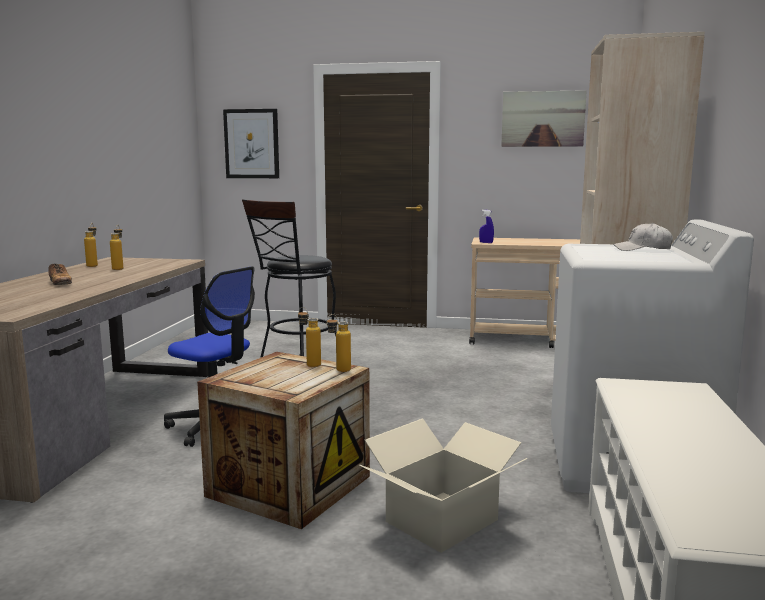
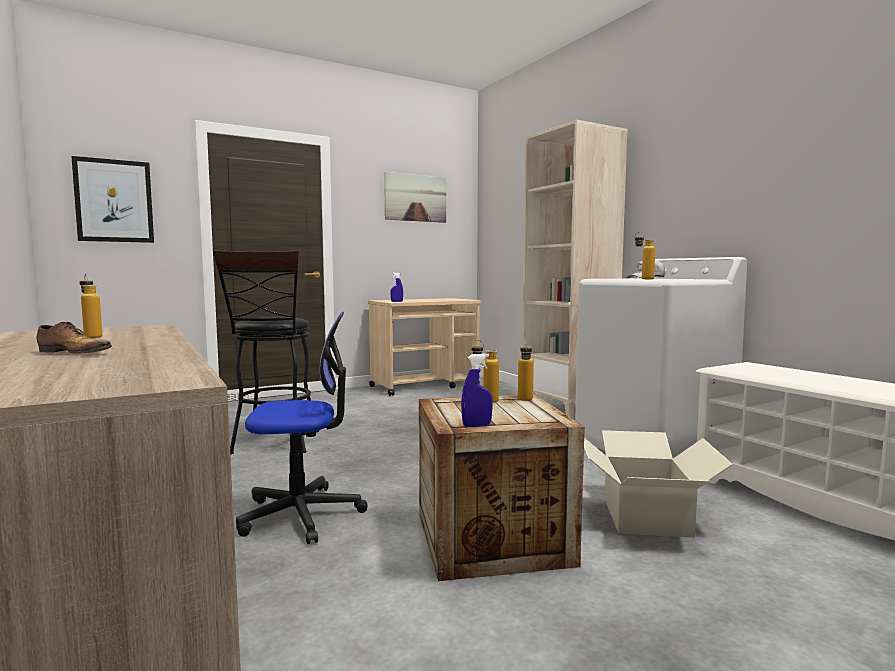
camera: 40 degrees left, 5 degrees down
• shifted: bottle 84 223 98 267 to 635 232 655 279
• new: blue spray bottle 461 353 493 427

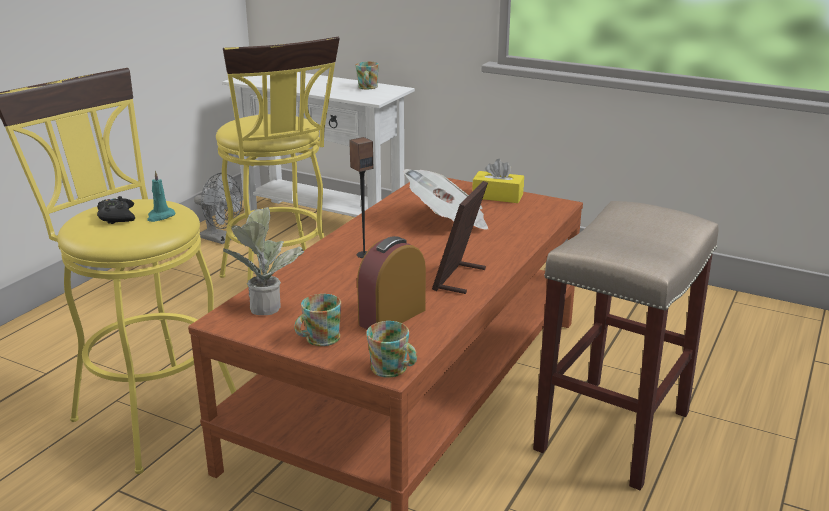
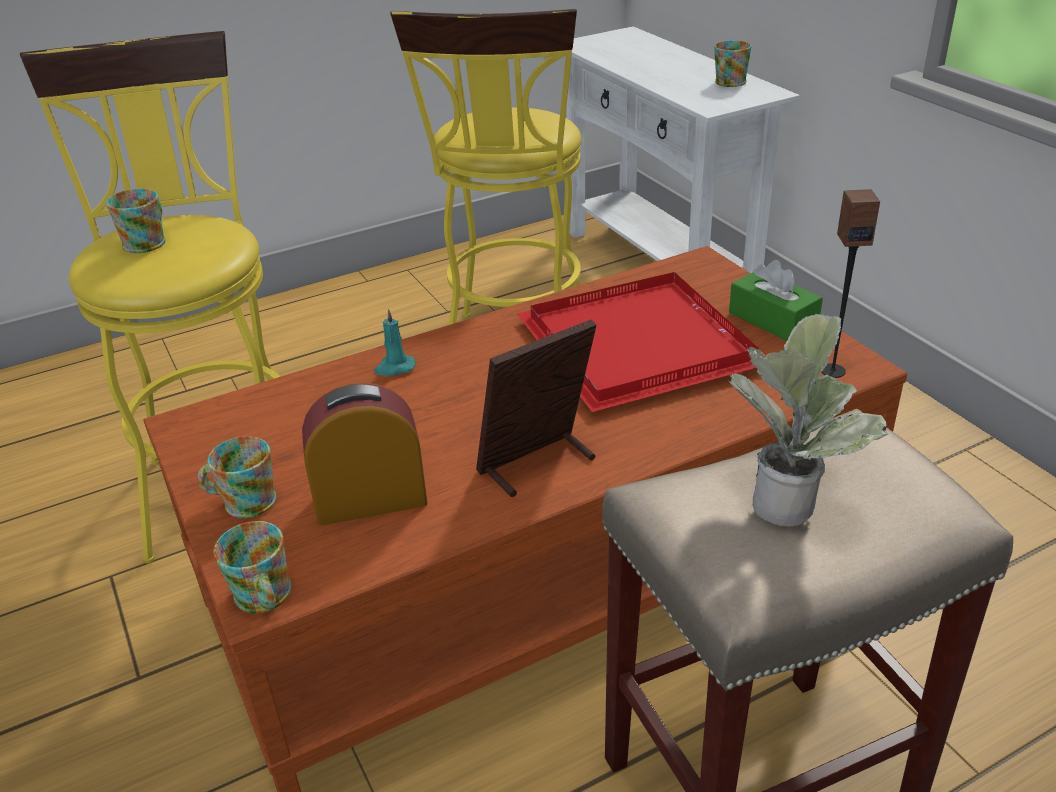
camera: 35 degrees right, 10 degrees up
• swapped: black game controller 97 196 135 224 to mug 106 189 166 253
• shifted: turquoise candle 147 171 175 222 to 374 309 416 376
• gone: grey fan 194 173 242 244
• shifted: potted plant 223 207 304 315 to 729 314 888 526
• shifted: speaker 349 137 373 258 to 821 189 880 378
• swapped: newspaper 404 169 488 230 to red tray 517 272 766 412
• repainted: yellow tissue box 472 159 524 203 to green tissue box 729 260 823 341

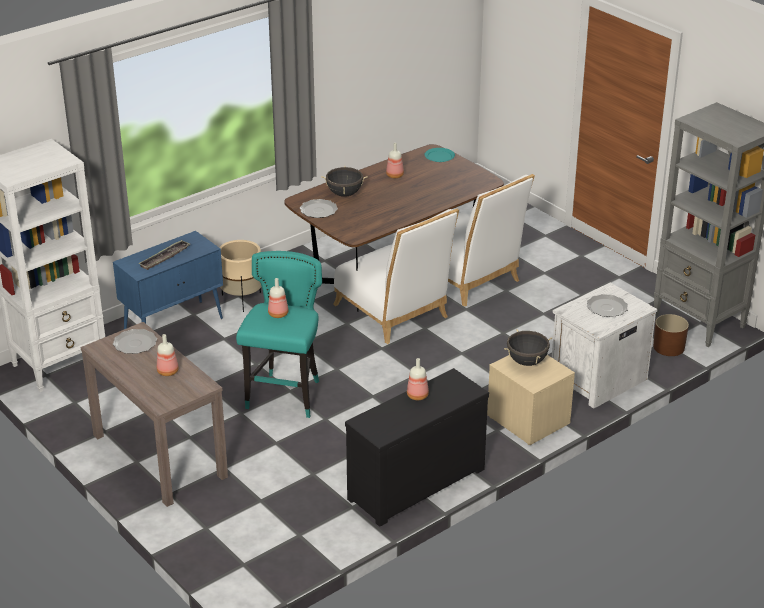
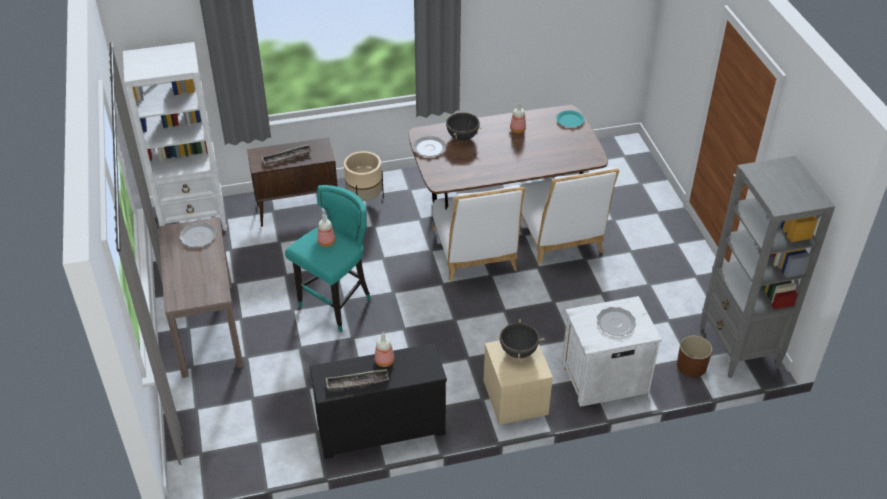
camera: 25 degrees right, 10 degrees up
• repainted: blue cabinet 113 231 223 329 to brown cabinet 247 137 338 227
• gone: bottle 157 334 179 376
• new: tray 326 369 389 390

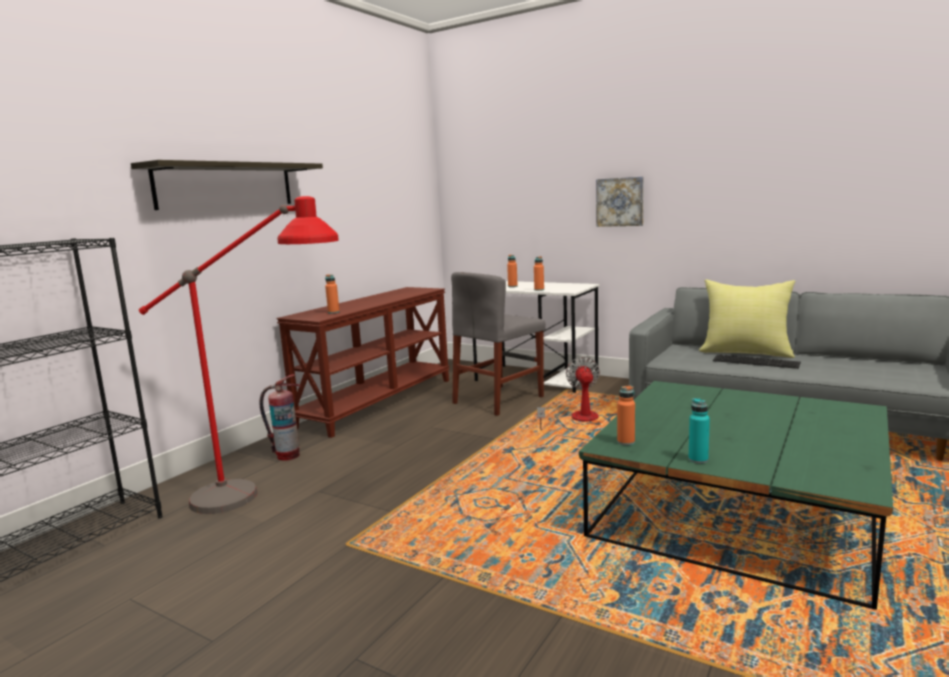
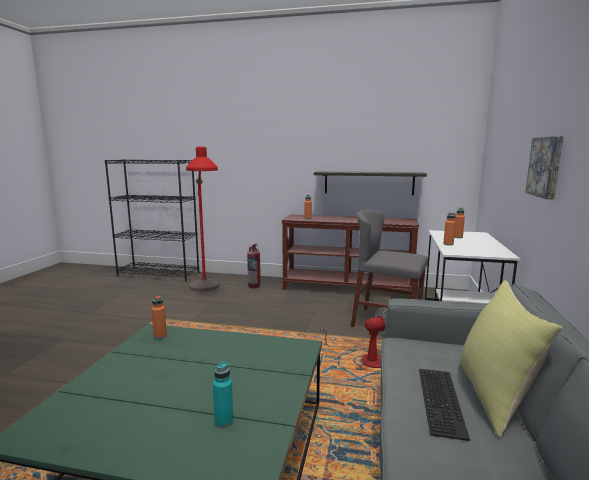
camera: 70 degrees right, 0 degrees up
• shifted: shelf 131 160 323 210 to 314 171 427 195
• shifted: turquoise bottle 688 398 710 464 to 213 362 233 428

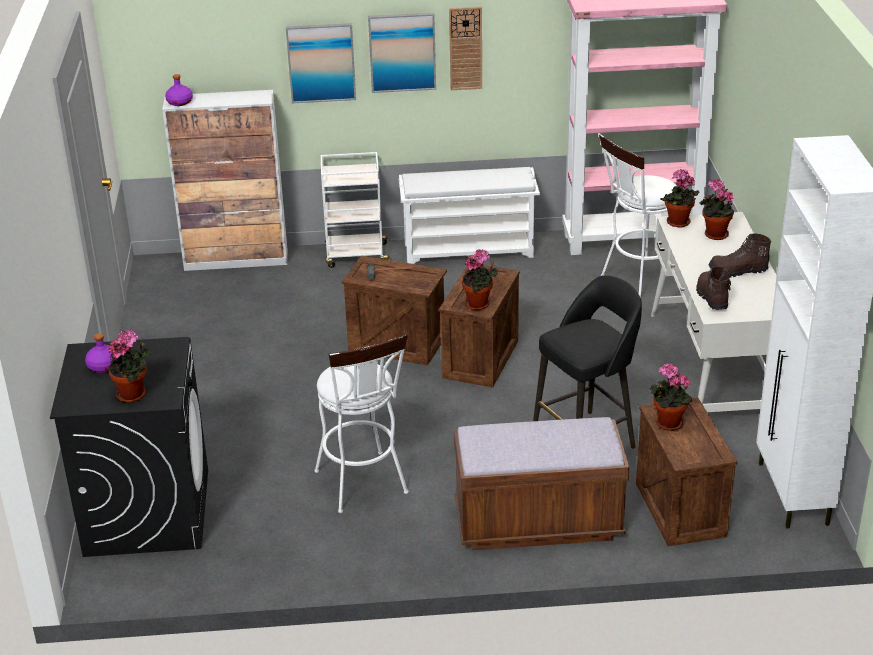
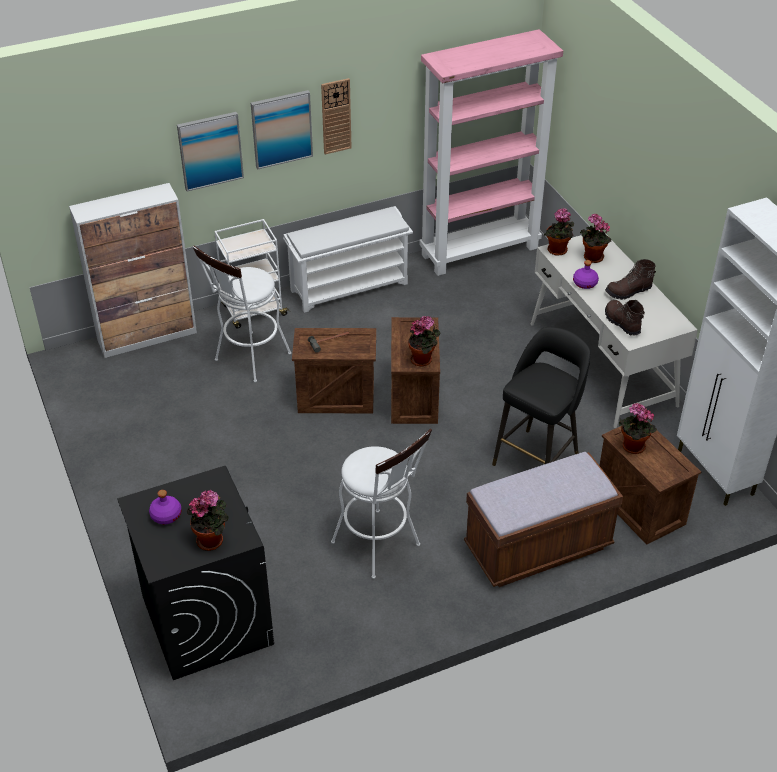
camera: 20 degrees left, 10 degrees up
• shifted: purple bottle 165 74 193 106 to 573 260 599 289
• shifted: white stool 599 134 677 298 to 193 246 291 382

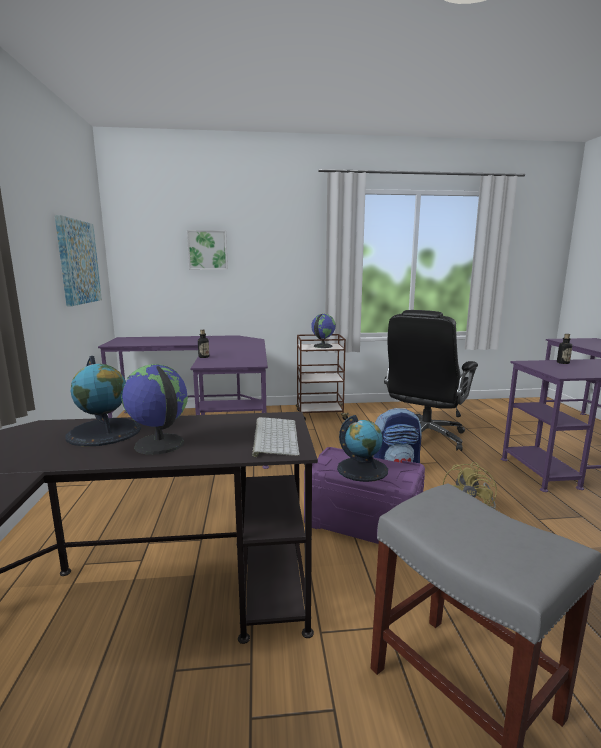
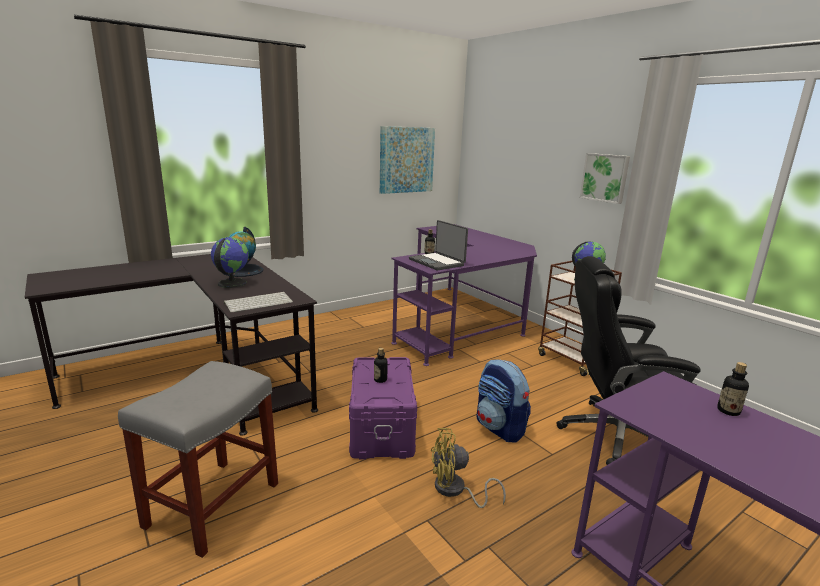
camera: 60 degrees right, 5 degrees up
• shifted: picture 187 230 228 270 to 580 153 630 204
• swapped: globe 337 415 388 482 to bottle 374 348 388 383
• new: laptop 409 220 468 270

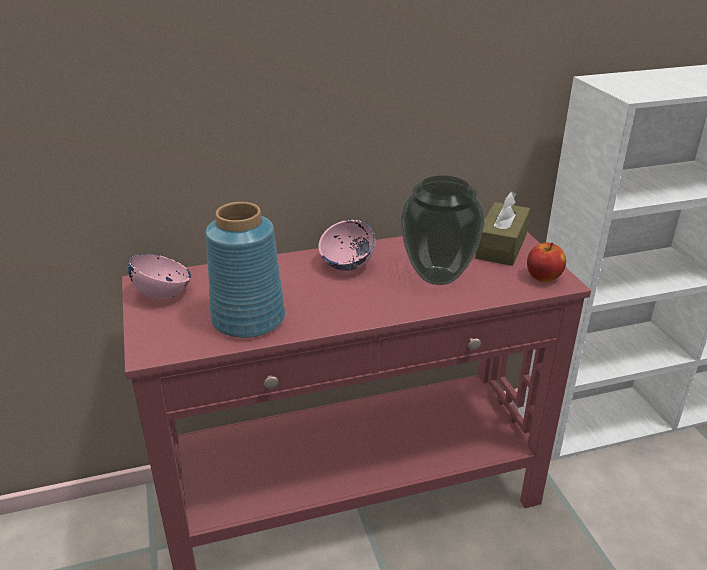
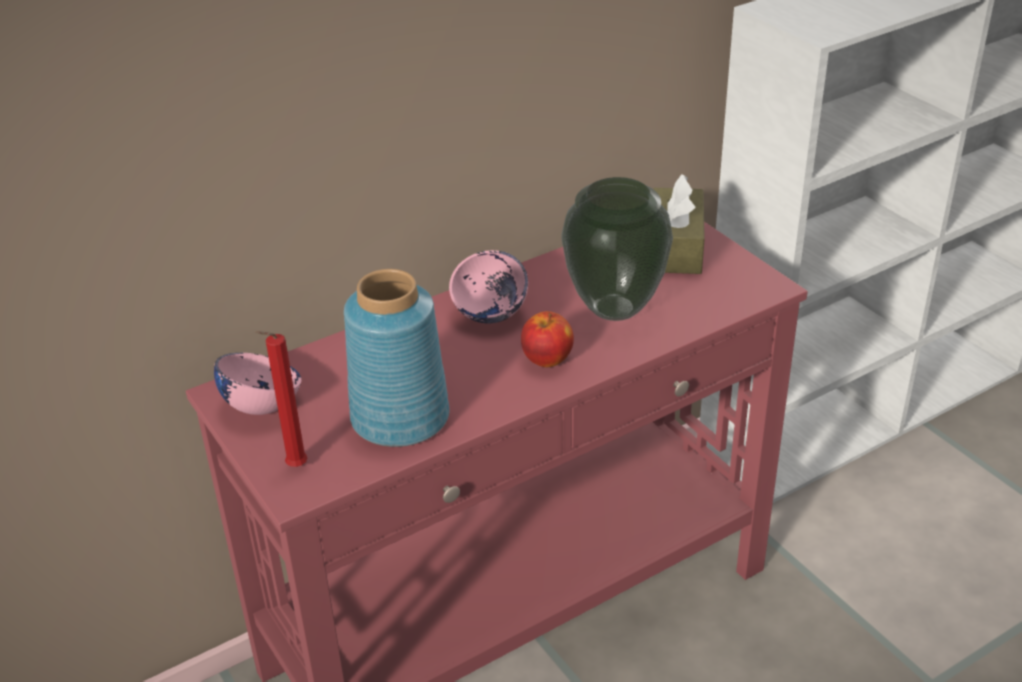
camera: 15 degrees left, 5 degrees up
• shifted: apple 527 242 566 282 to 521 311 574 367
• new: red candle 255 331 307 467

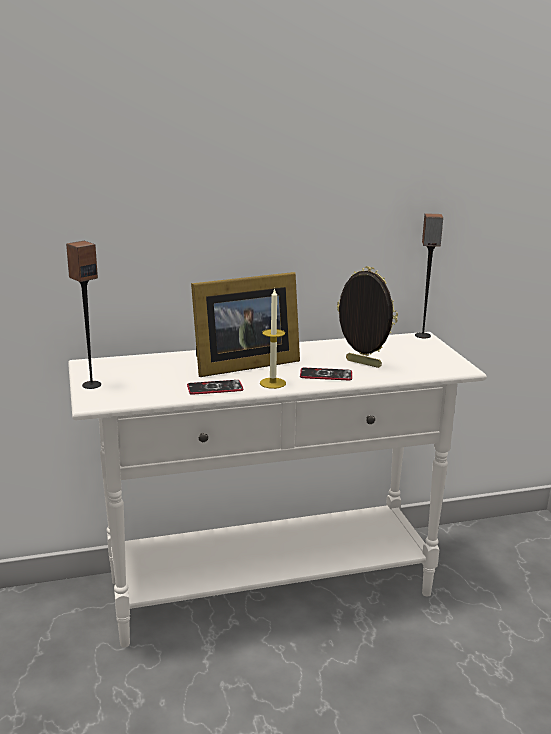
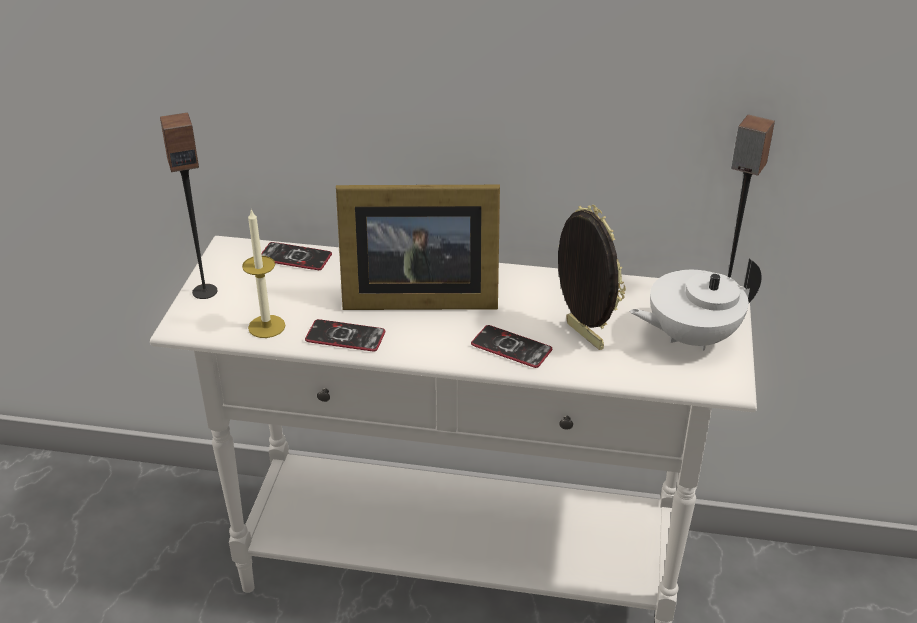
camera: 25 degrees right, 15 degrees up
• shifted: candle 260 288 286 389 to 242 208 286 338
• new: phone 261 242 332 270
• new: white teapot 630 258 762 351

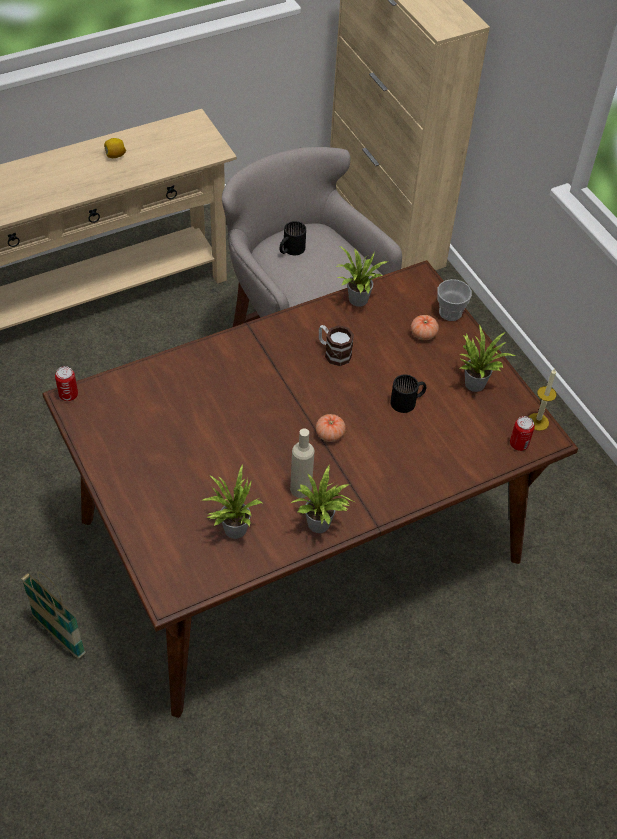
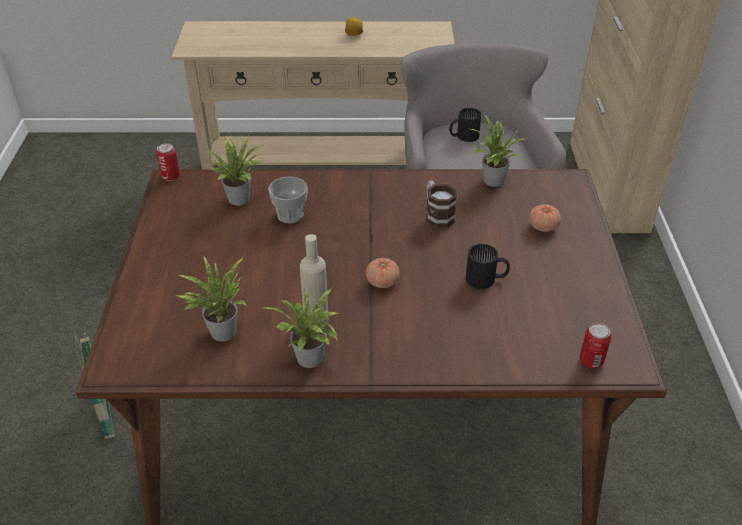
camera: 30 degrees right, 10 degrees down
• shifted: cup 437 279 472 321 to 268 177 308 223
• shifted: potted plant 459 324 516 392 to 205 135 264 206
• gone: candle 529 369 557 431

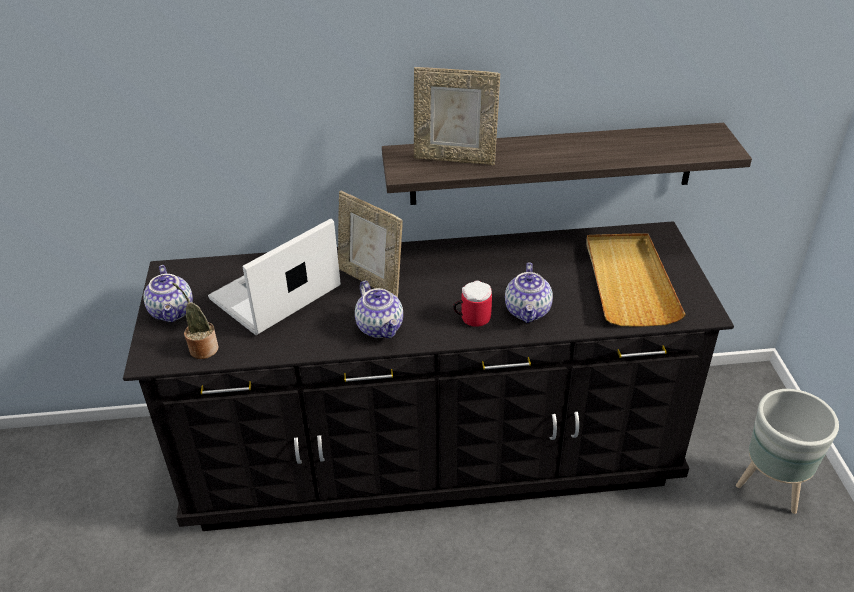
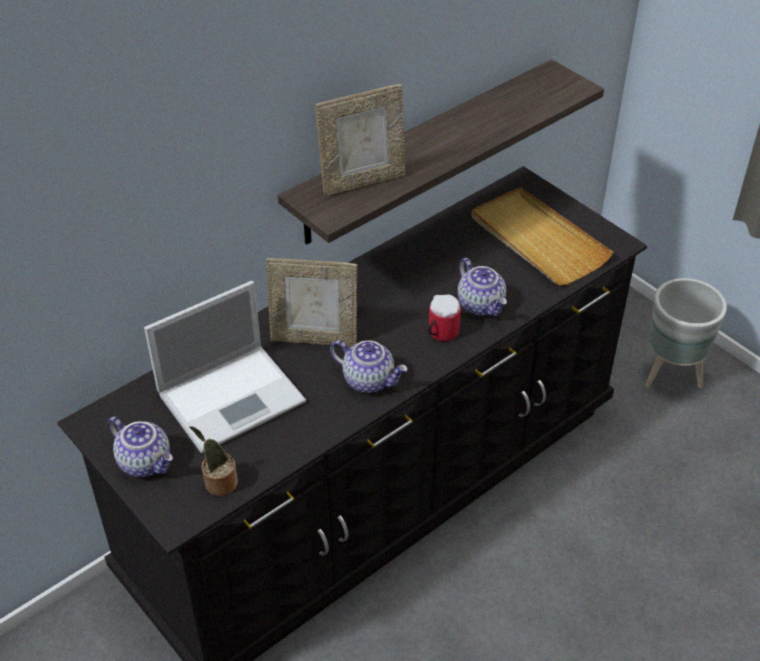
camera: 35 degrees left, 5 degrees up
• rotated: laptop 208 219 341 335 = 144 281 306 453 135 degrees counterclockwise

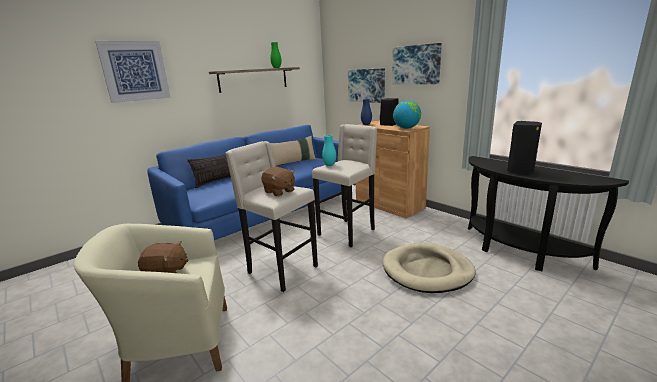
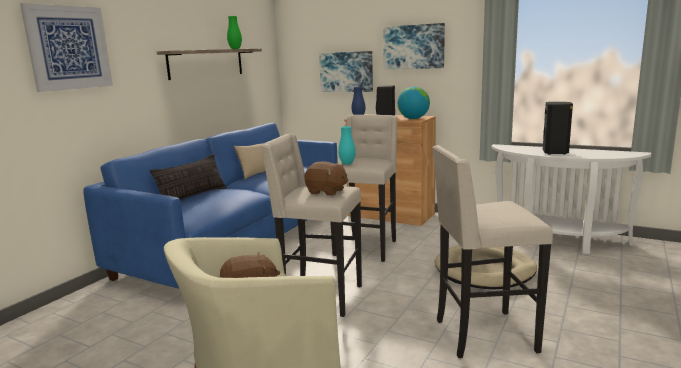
camera: 20 degrees left, 5 degrees down
• repainted: black console table 468 156 629 271 to white console table 492 144 651 254
• new: beige stool 432 145 553 358

